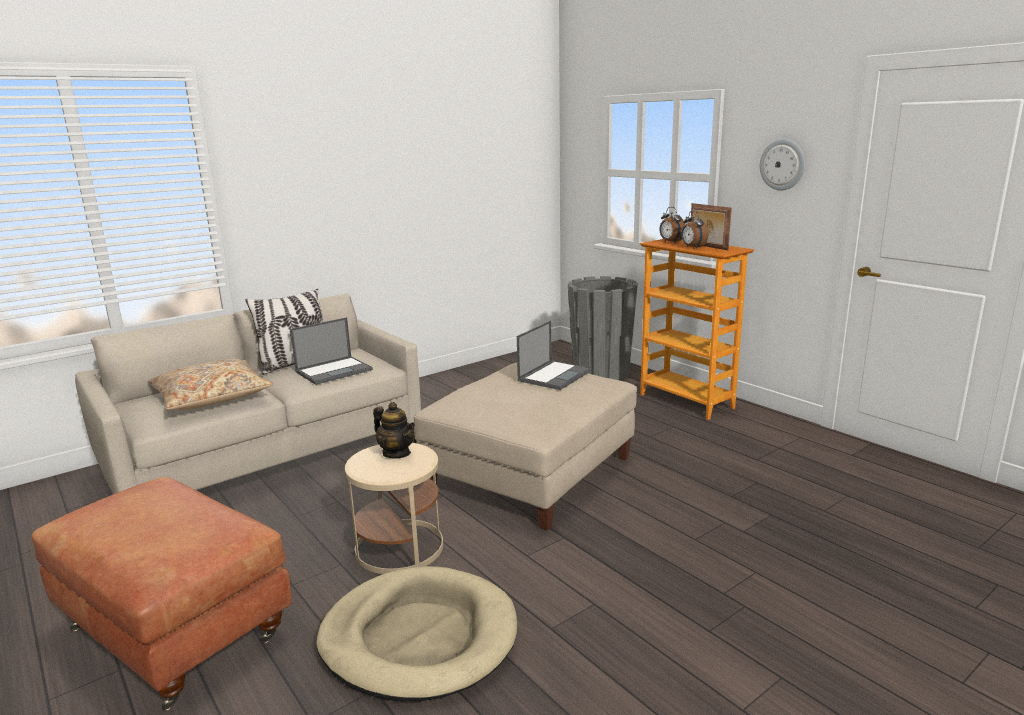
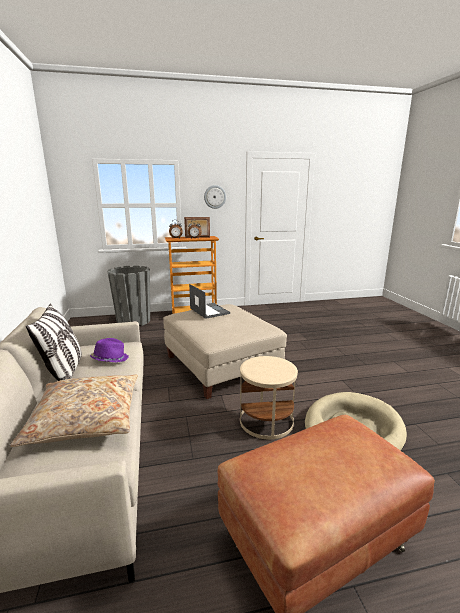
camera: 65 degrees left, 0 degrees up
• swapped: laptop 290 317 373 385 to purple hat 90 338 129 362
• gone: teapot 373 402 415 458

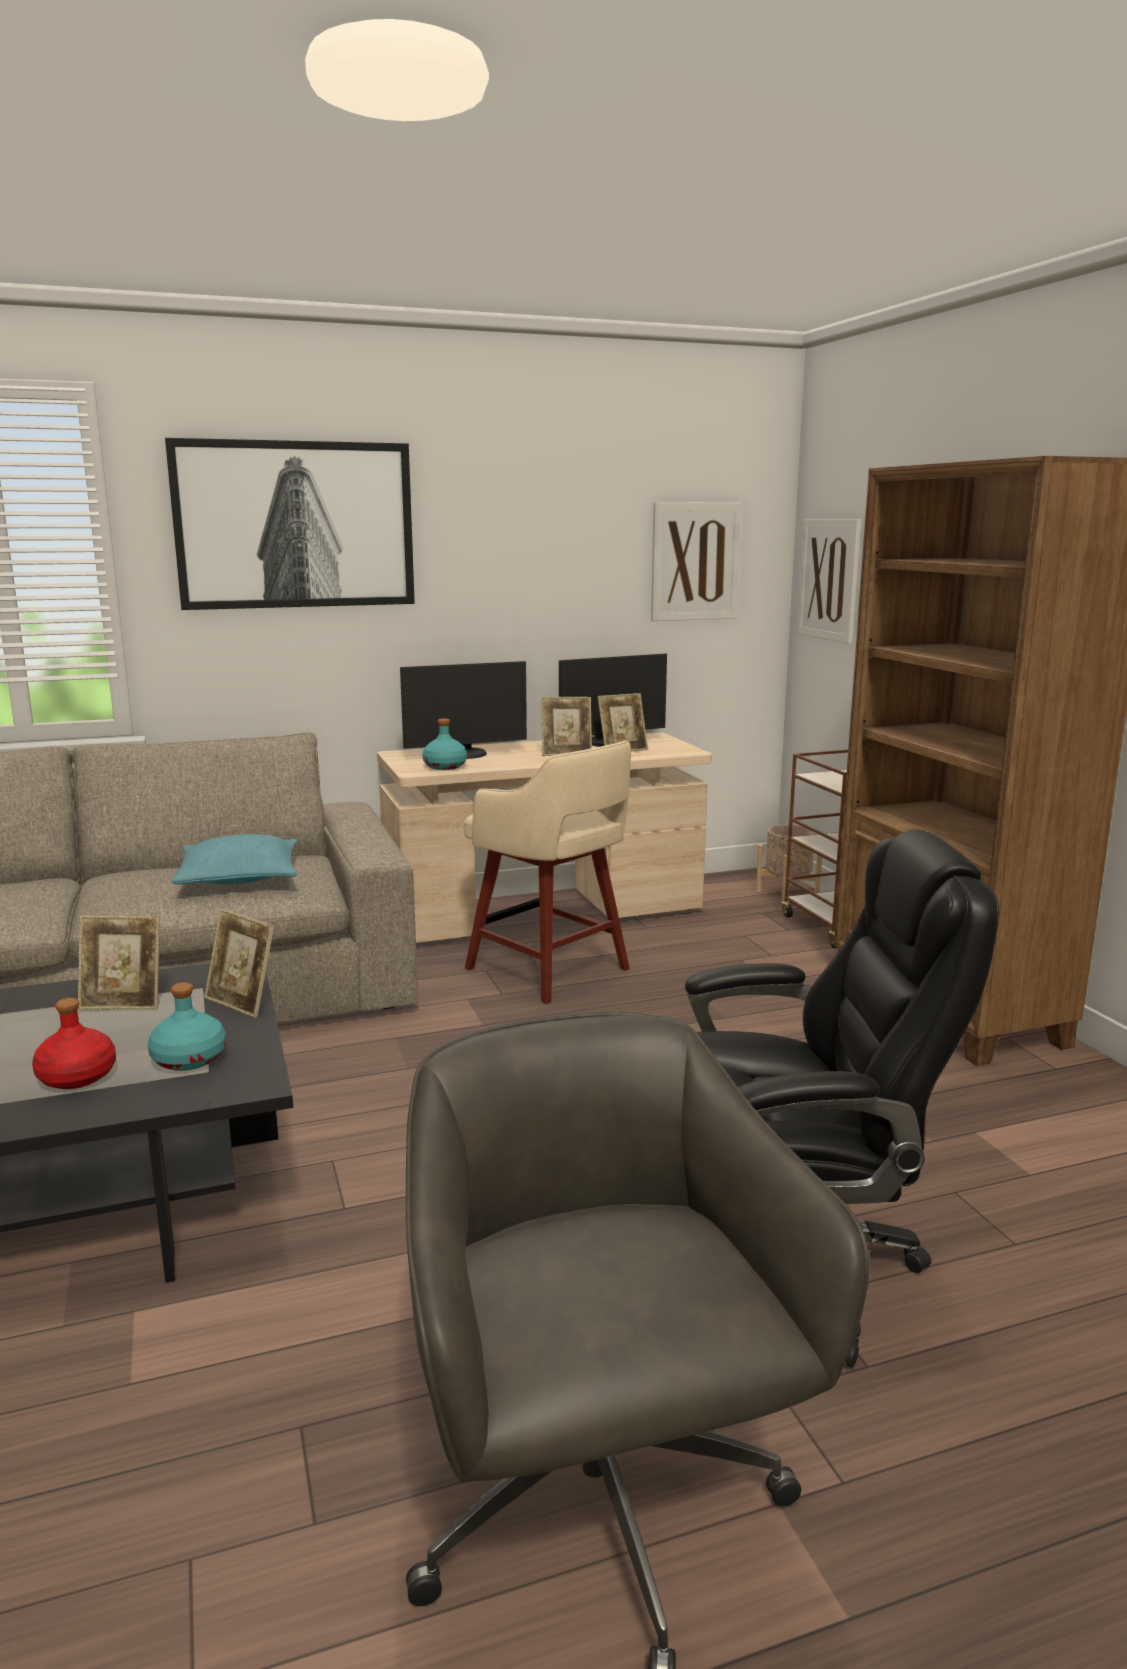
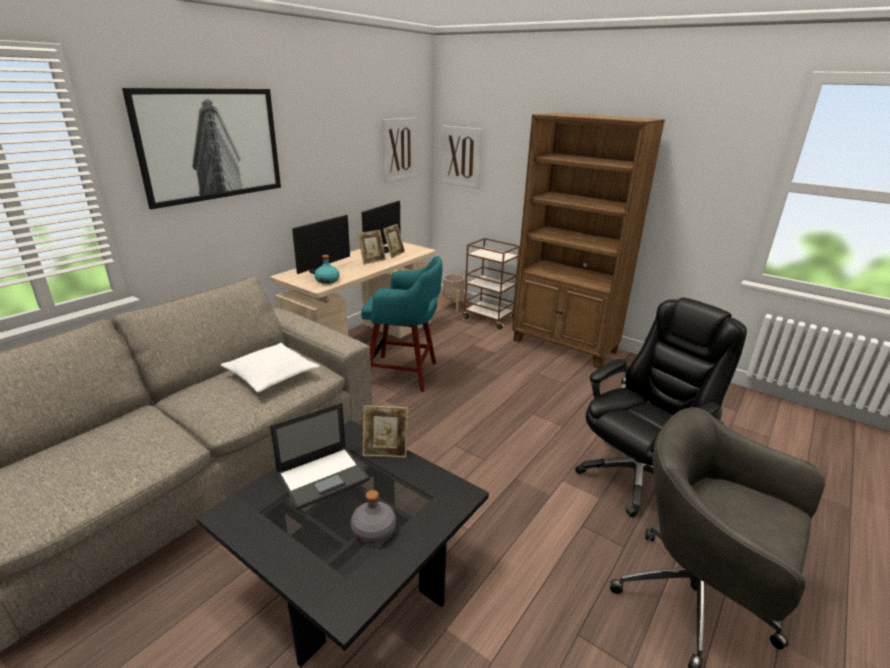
camera: 35 degrees left, 10 degrees up
• repainted: red bottle 32 998 116 1089 to grey bottle 351 490 396 543
• swapped: picture frame 78 915 160 1010 to laptop 270 403 369 510
• gone: turquoise bottle 148 982 226 1071
• repainted: turquoise pillow 171 834 297 884 to white pillow 221 343 320 392
• repainted: beige stool 464 741 631 1004 to turquoise stool 361 256 442 392

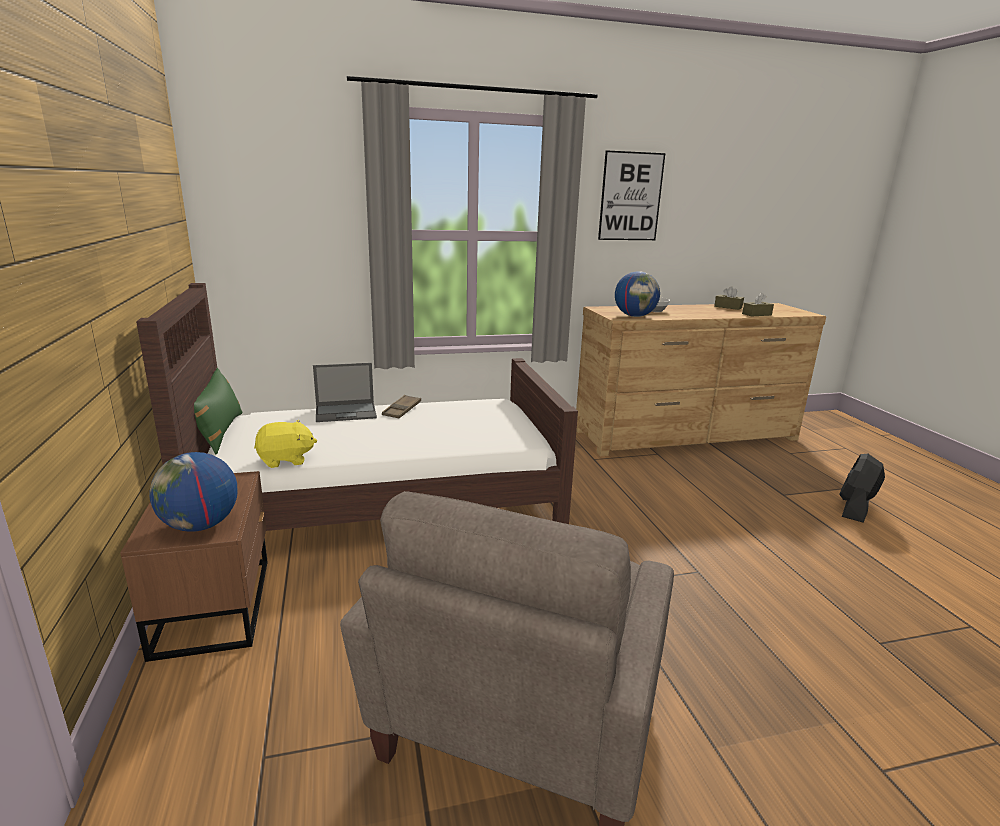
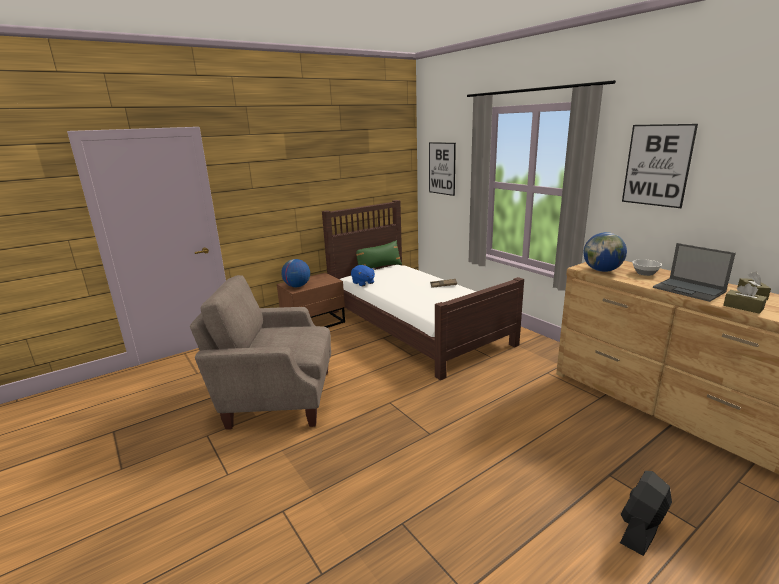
camera: 70 degrees right, 0 degrees up
• repainted: yellow plush toy 254 420 317 468 to blue plush toy 351 265 375 286
• shifted: laptop 313 363 377 422 to 653 243 736 302
• rotated: black fan 839 454 885 523 = 620 471 672 556 60 degrees counterclockwise
• new: picture 429 142 456 196

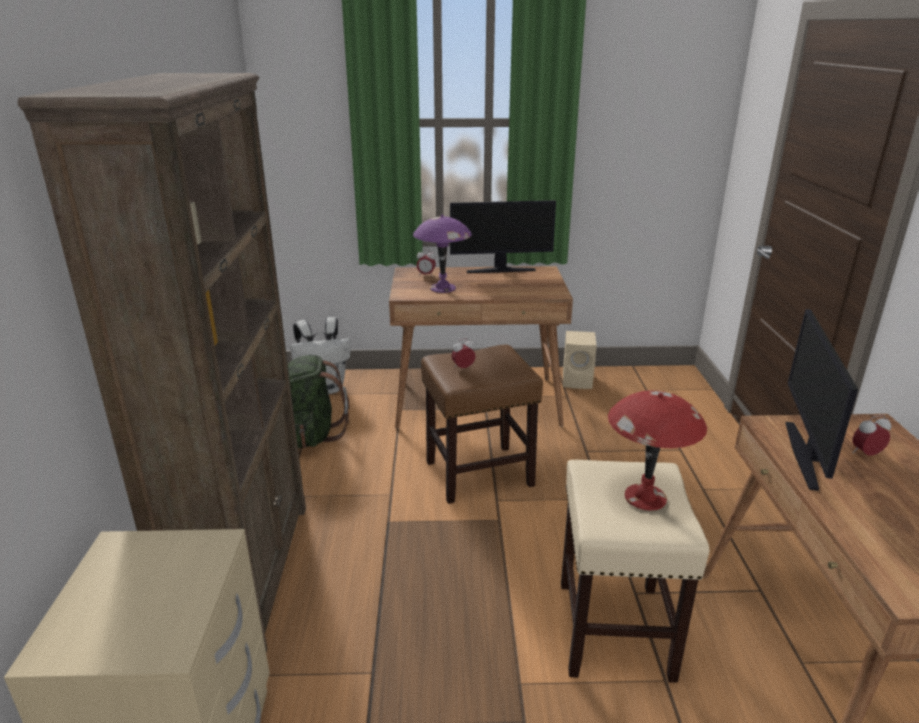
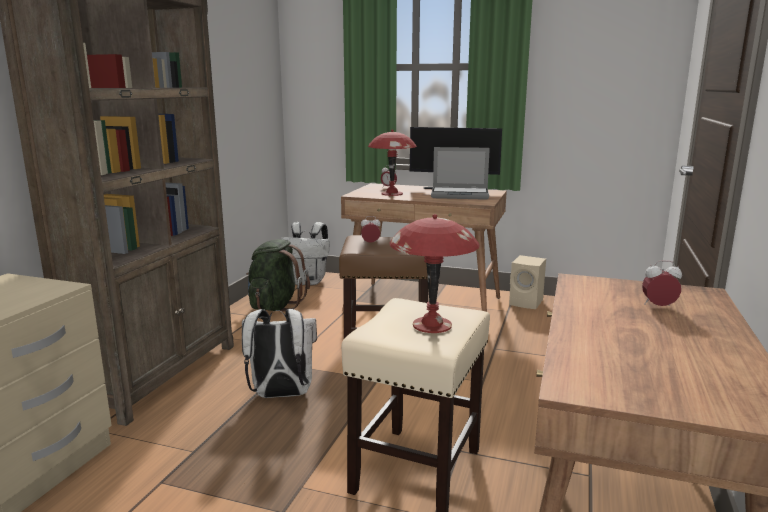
camera: 20 degrees right, 10 degrees down
• repainted: purple table lamp 413 215 472 293 to red table lamp 368 129 417 196
• gone: monitor 785 309 858 491
• new: white backpack 242 309 317 398
• new: laptop 431 147 490 200

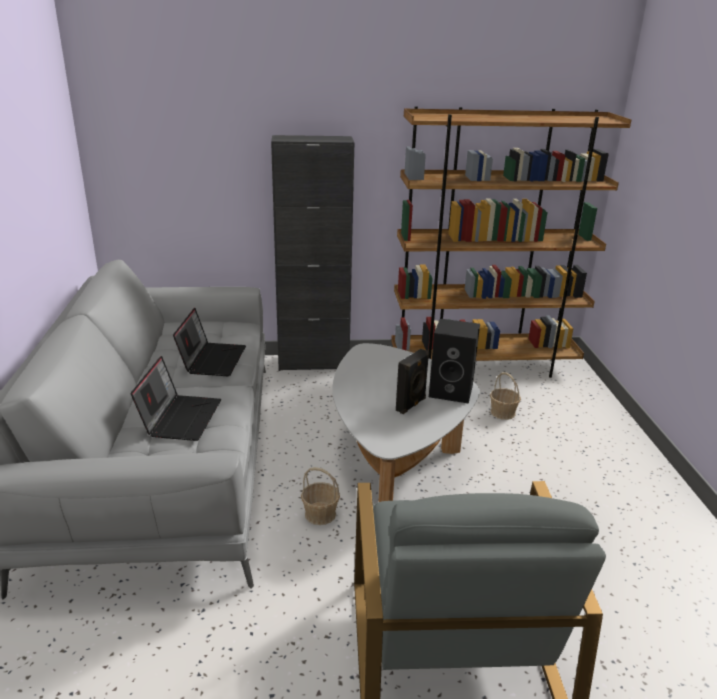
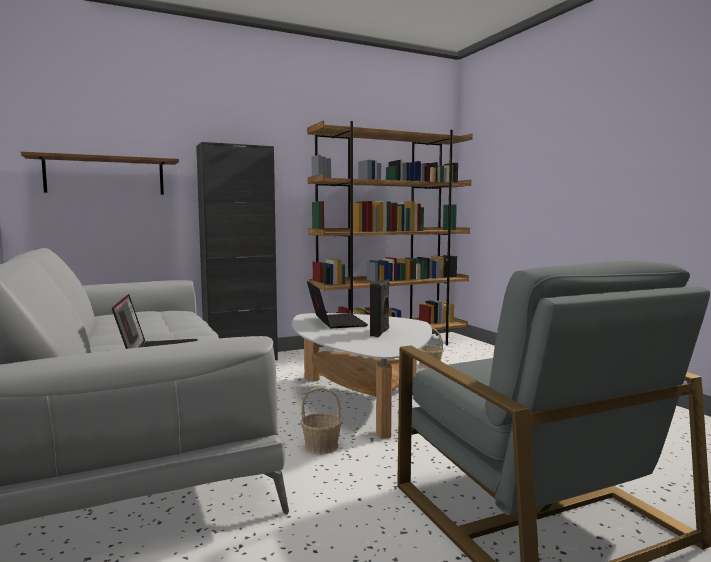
camera: 20 degrees left, 20 degrees down
• shifted: laptop 173 308 246 376 to 307 281 368 329
• gone: black speaker 429 319 480 404
• new: brown shelf 21 152 179 195

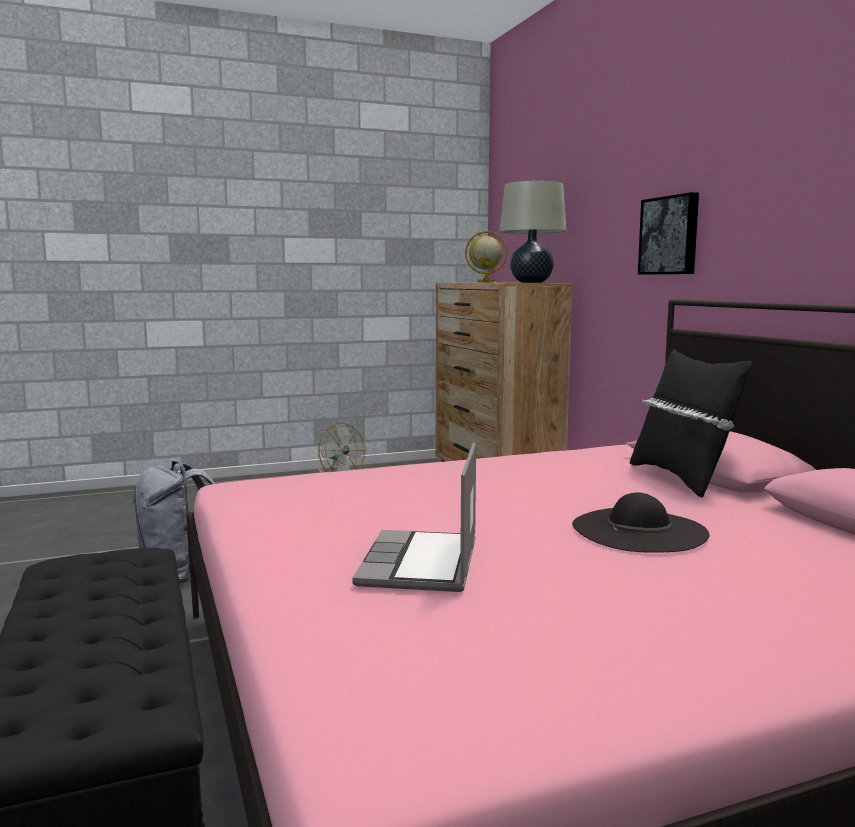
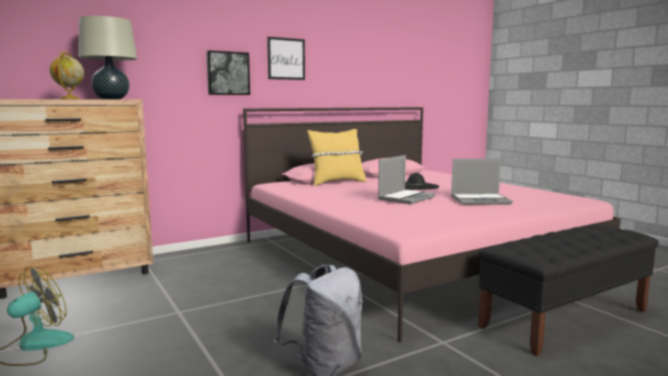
camera: 100 degrees left, 0 degrees up
• repainted: black pillow 630 349 752 498 to yellow pillow 308 129 366 186
• new: picture 267 37 305 80
• new: laptop 378 155 436 204

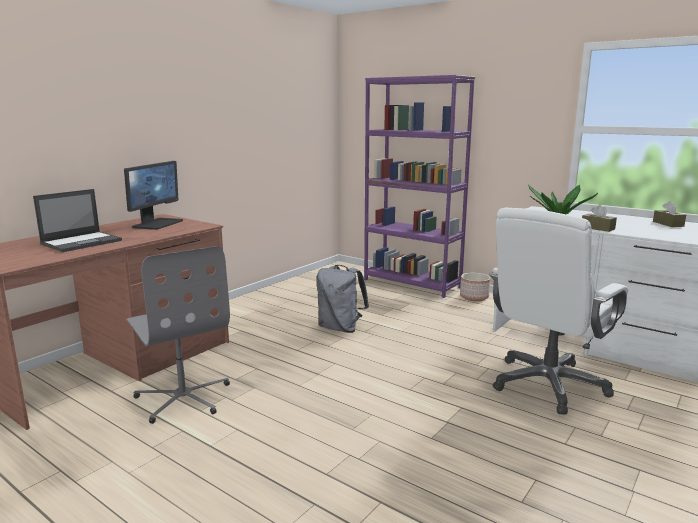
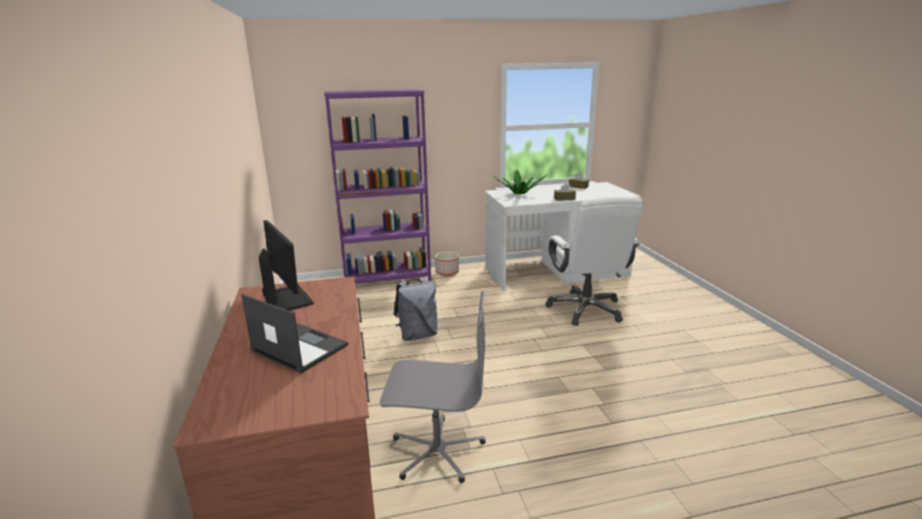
camera: 50 degrees left, 5 degrees up
• rotated: laptop 33 189 122 252 = 241 294 348 373 45 degrees counterclockwise

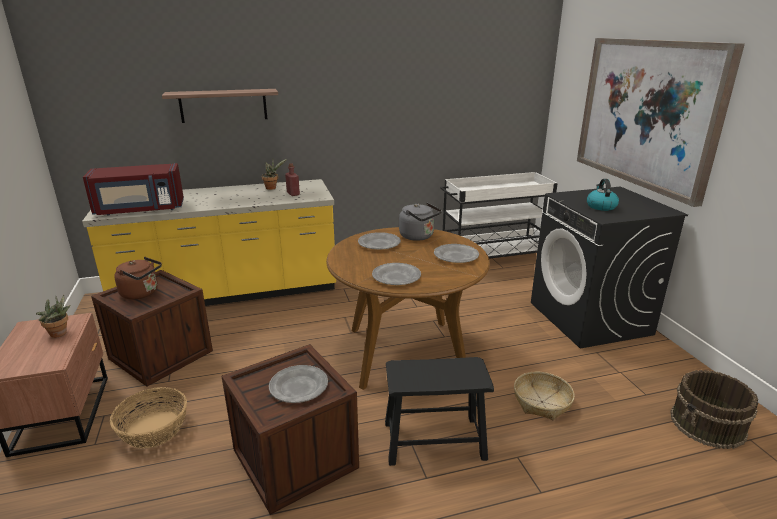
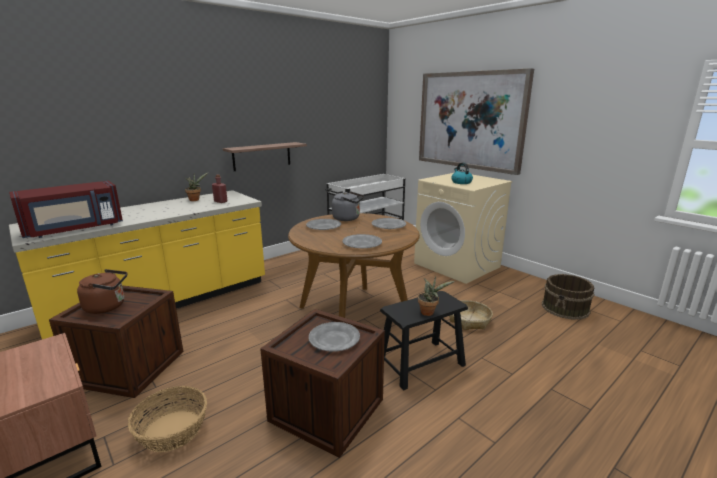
camera: 25 degrees left, 5 degrees down
• shifted: potted plant 36 295 71 338 to 418 277 455 316
• shifted: shelf 162 89 278 123 to 223 142 307 171
• repainted: black washing machine 531 186 688 348 to beige washing machine 414 173 513 284

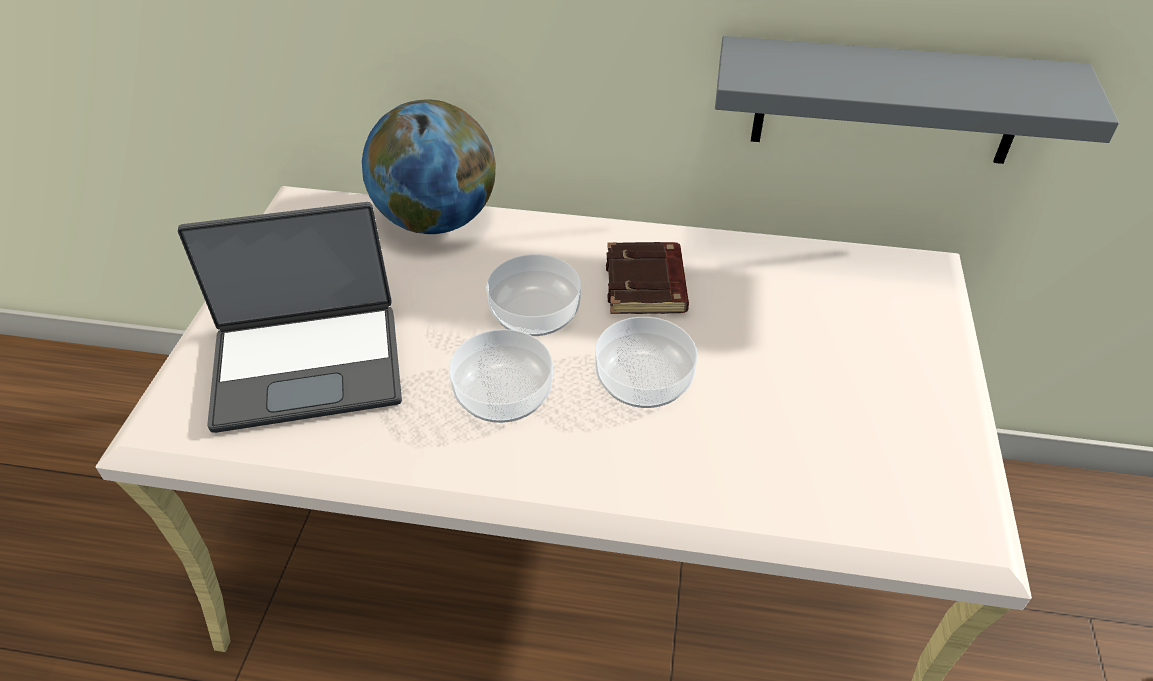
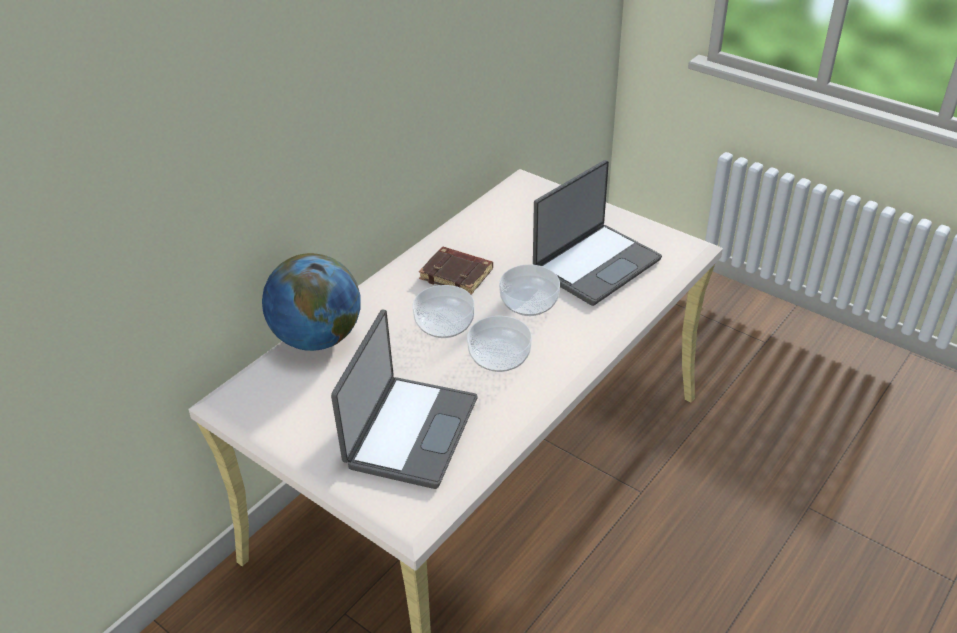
camera: 60 degrees left, 5 degrees down
• gone: grey shelf 715 36 1119 164
• new: laptop 533 160 662 306

